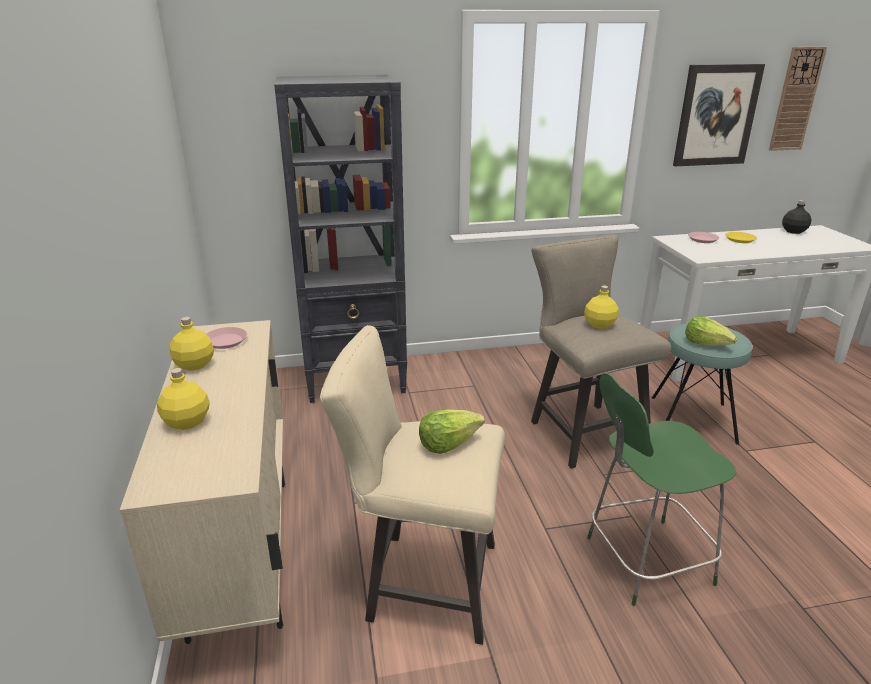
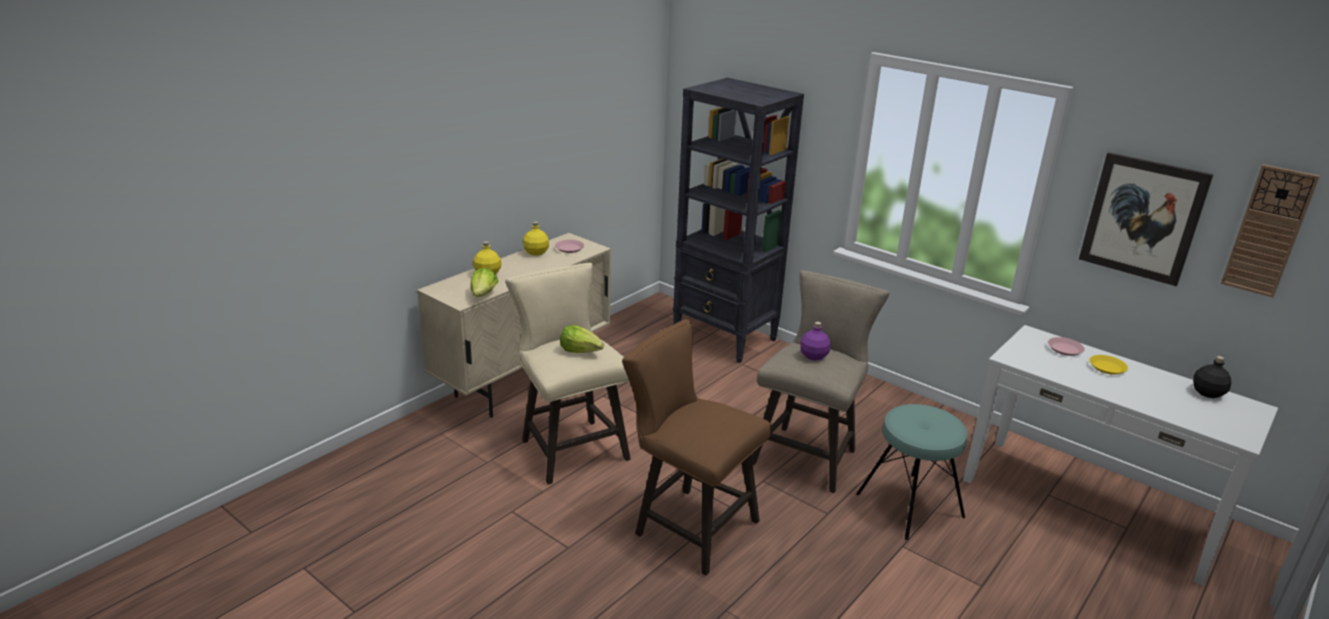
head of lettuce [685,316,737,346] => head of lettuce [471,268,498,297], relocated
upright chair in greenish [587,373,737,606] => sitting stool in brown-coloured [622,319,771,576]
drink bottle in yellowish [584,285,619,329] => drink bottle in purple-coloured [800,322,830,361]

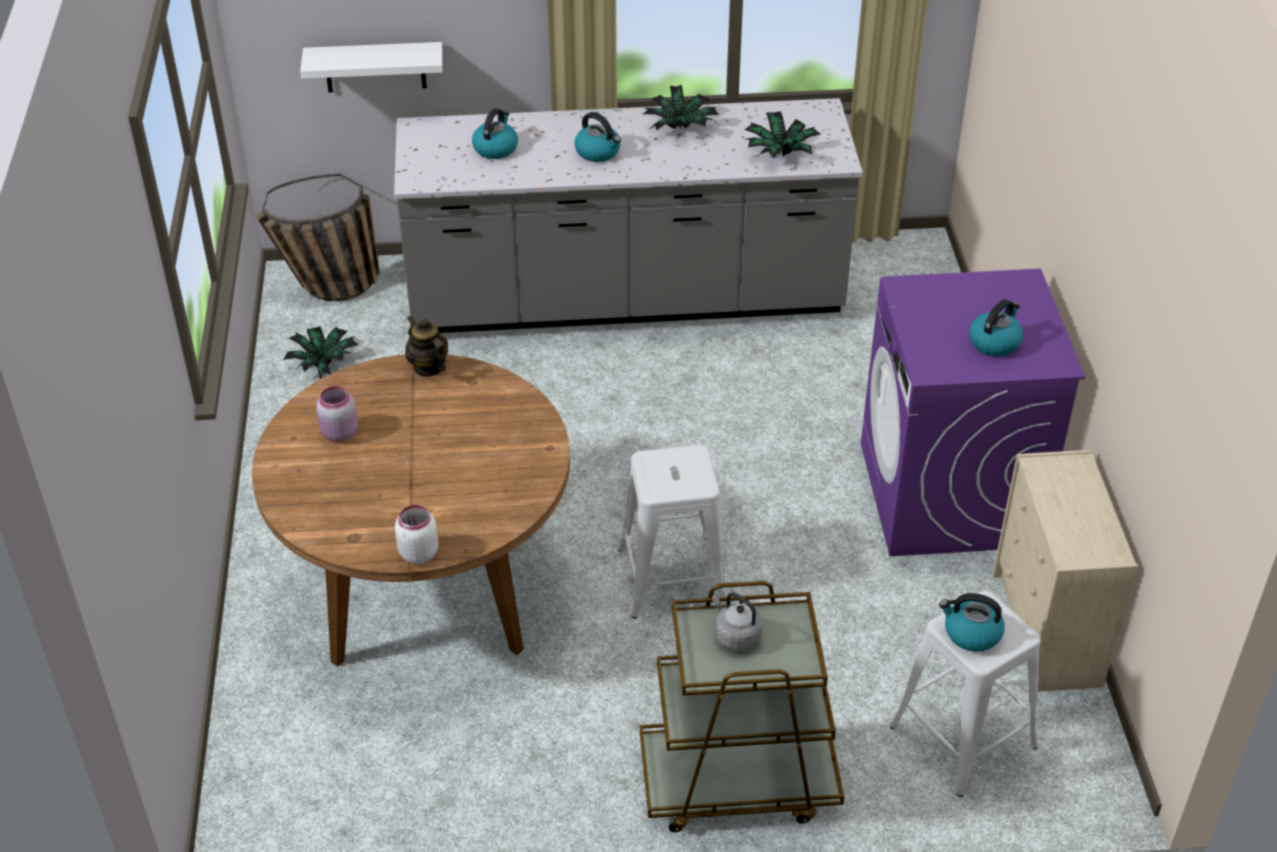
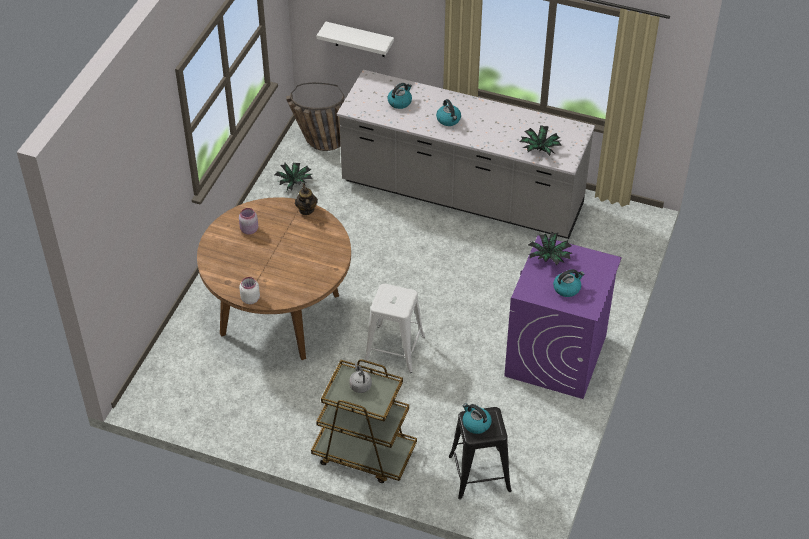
chest of drawers in beige [992,450,1138,692] => nothing
houseplant [644,85,719,130] => houseplant [528,231,572,265], relocated
sitting stool in whitish [890,591,1041,797] => sitting stool in black-coloured [449,407,512,500]

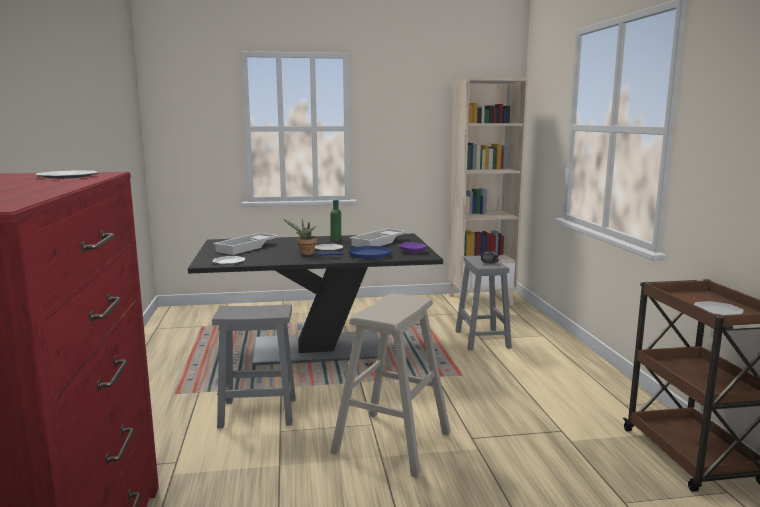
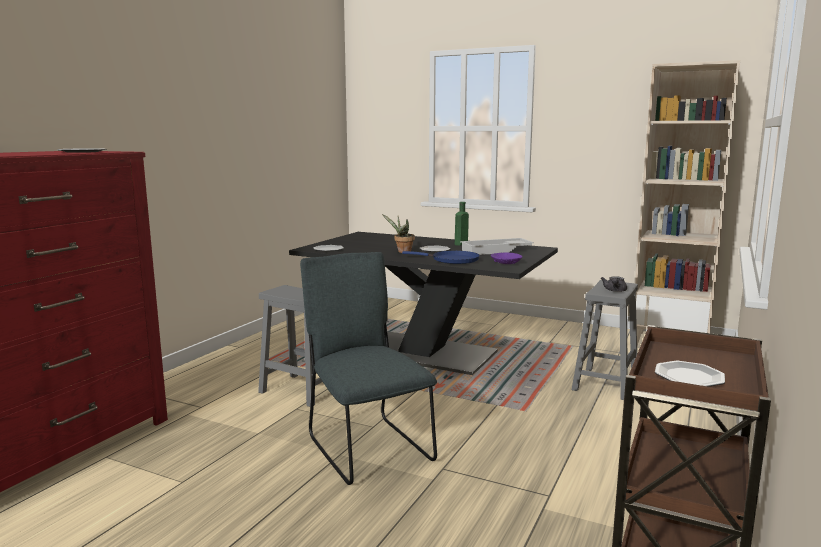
carrying tray in whitish [213,233,278,255] => nothing
sitting stool in beige [330,293,451,478] => upright chair in gray [300,252,437,485]

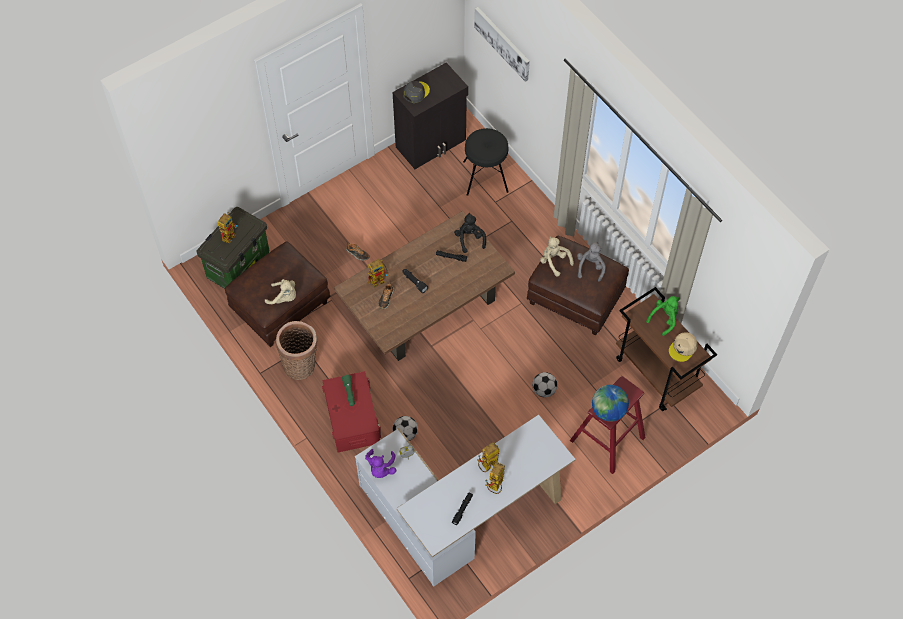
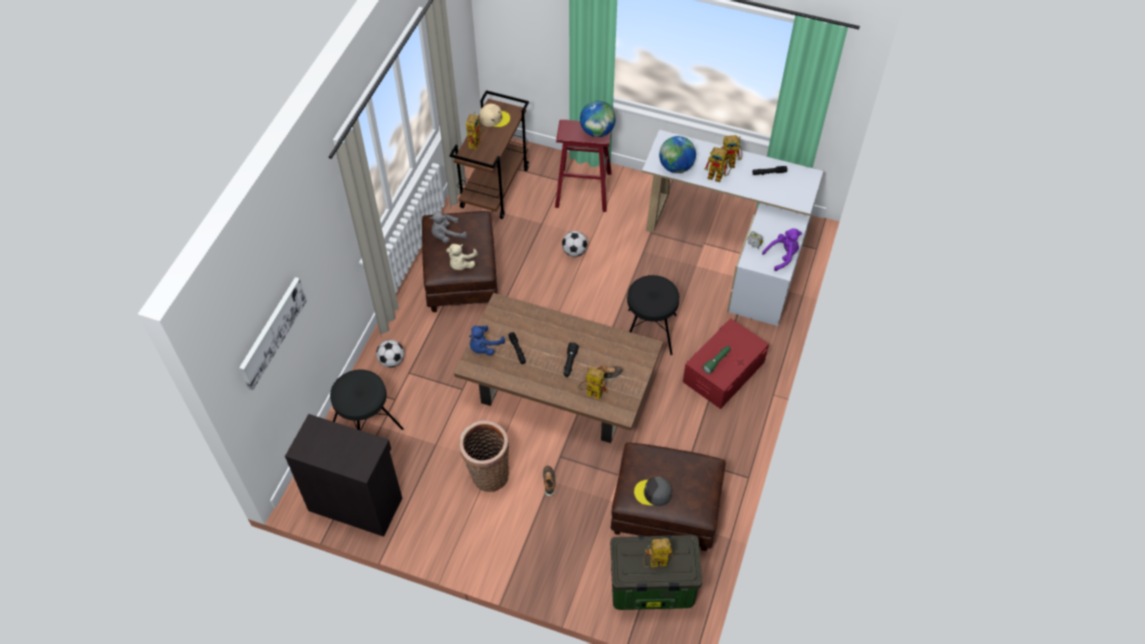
cuddly toy in beige [265,279,296,304] => nothing
nothing => sitting stool in black-coloured [627,275,679,355]
nothing => world globe [659,136,696,173]
basket [276,321,317,380] => basket [460,421,509,492], relocated
football ball [393,416,418,441] => football ball [376,340,404,367], relocated
baseball cap in gray [403,81,430,103] => baseball cap in gray [634,476,672,506], relocated
cuddly toy in greenish [646,296,680,336] => robot figure [466,112,484,150]
cuddly toy in black-coloured [454,213,486,253] => cuddly toy in bluish [469,325,505,356]

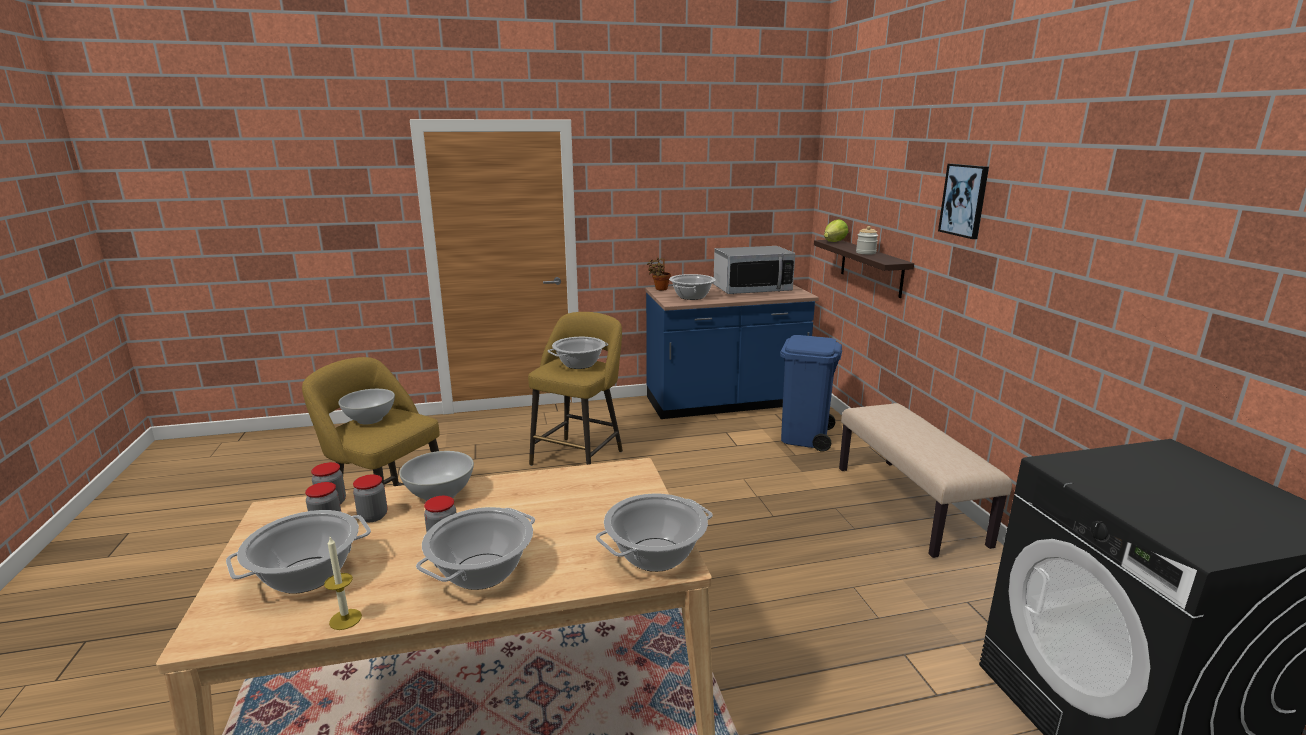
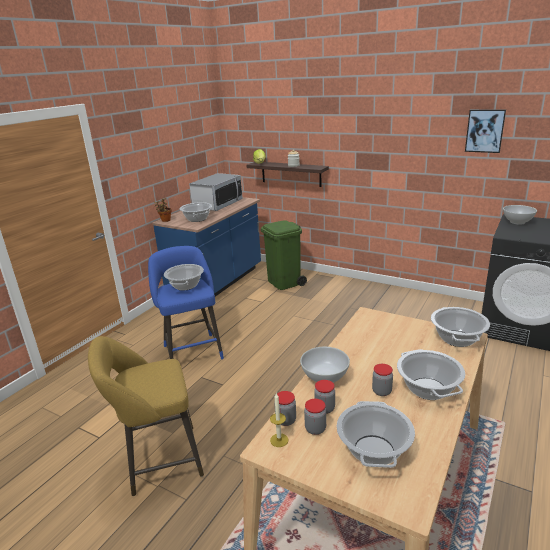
bench in beige [839,403,1012,558] => nothing
wax candle [324,537,362,630] => wax candle [270,393,288,447], relocated
bowl in whitish [338,389,395,424] => bowl in whitish [503,205,537,225], relocated
picture [938,164,989,239] => picture [465,109,506,153], relocated
sitting stool in yellowish [528,312,623,466] => sitting stool in bluish [148,246,224,360]
rubbish bin in bluish [780,335,842,452] => rubbish bin in greenish [261,220,307,290]

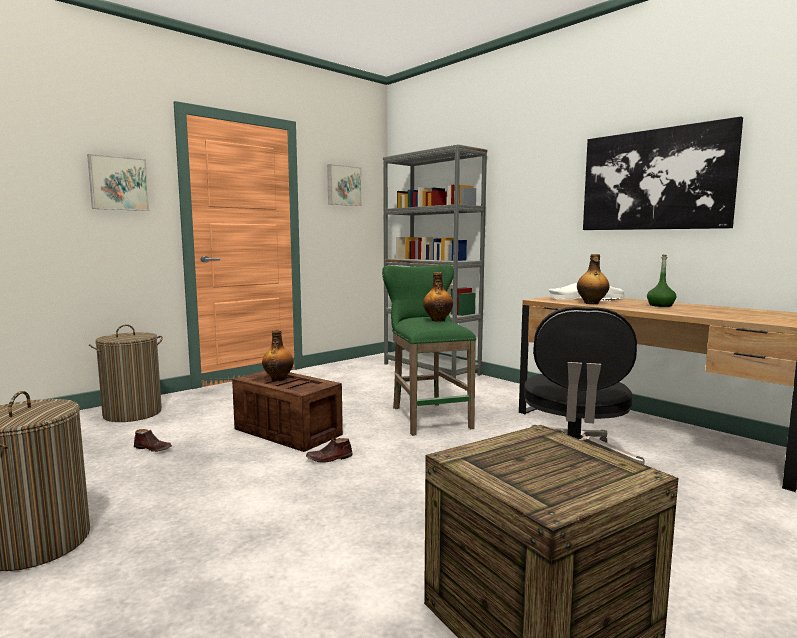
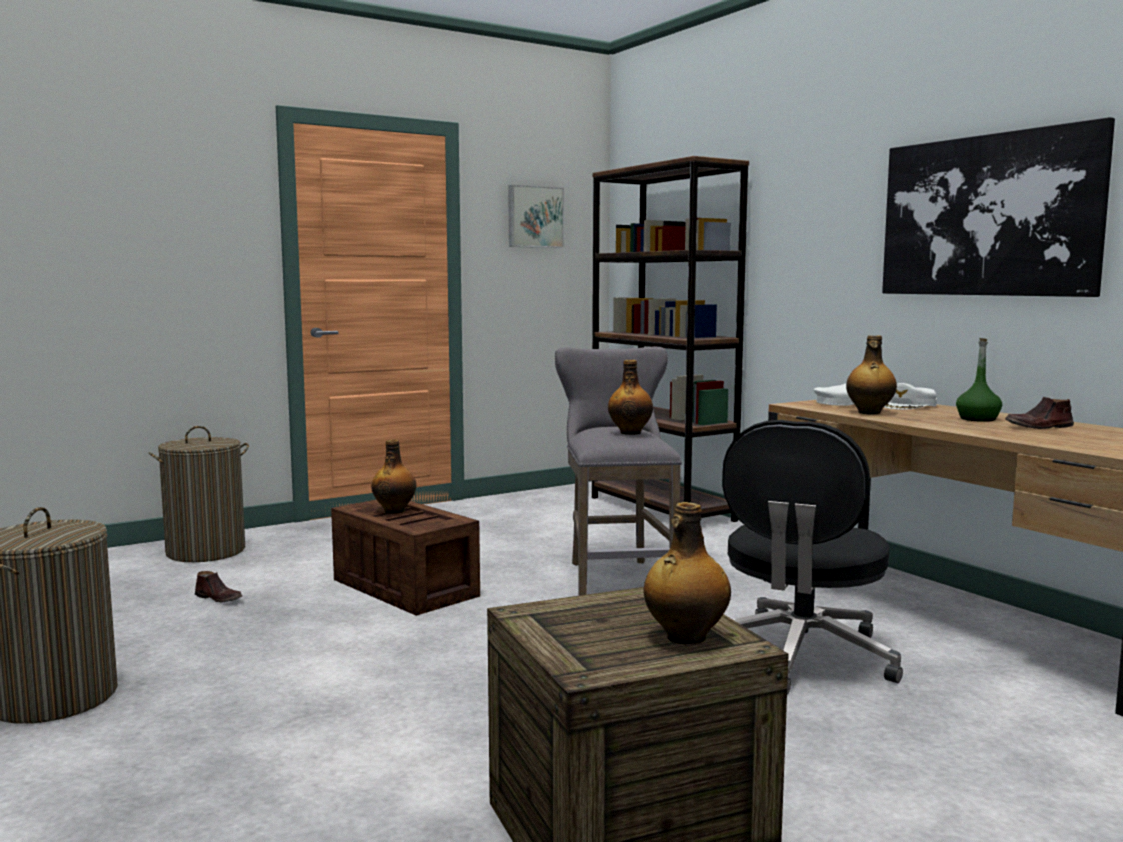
picture [87,154,150,211] => nothing
nothing => drink bottle [644,502,731,644]
item of footwear in brown-coloured [306,438,353,463] => item of footwear in brown-coloured [1005,397,1074,429], relocated
sitting stool in greenish [382,264,476,436] => sitting stool in gray [555,347,682,596]
bookcase in gray [383,144,488,378] => bookcase in brown-coloured [592,156,749,522]

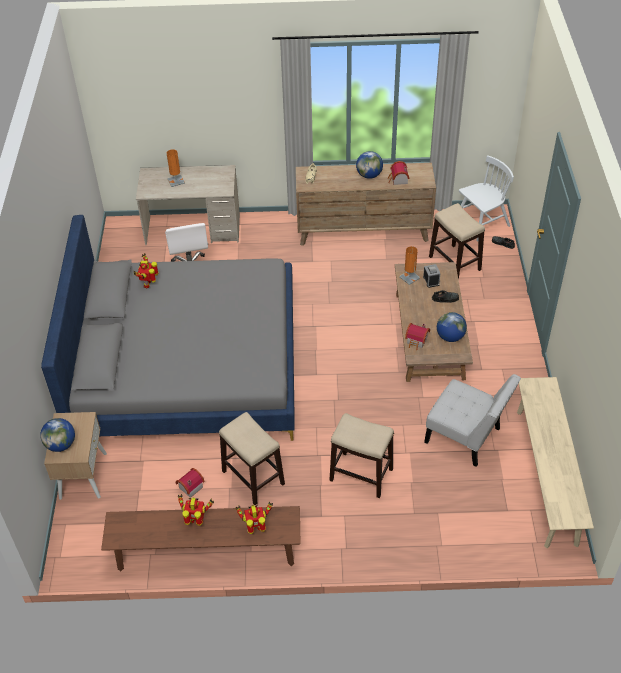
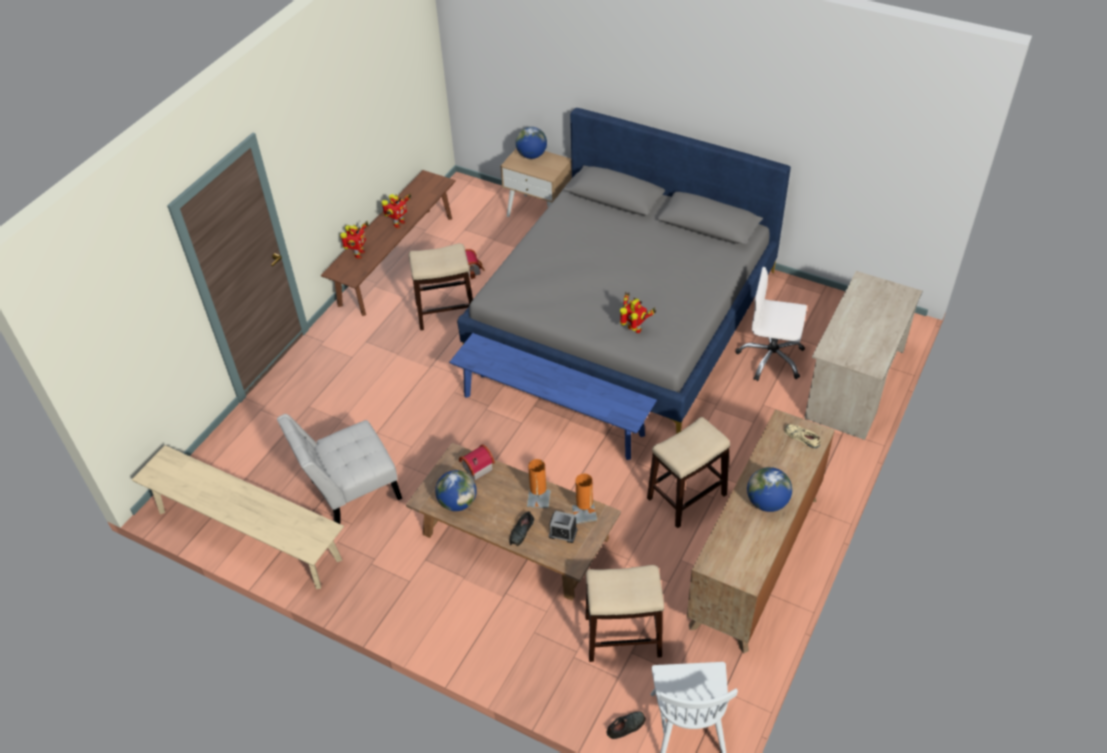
toy house [388,161,410,185] => nothing
nothing => bench in bluish [449,333,657,460]
robot figure [134,253,159,288] => robot figure [620,292,656,333], relocated
tabletop lamp in orange-coloured [167,149,185,187] => tabletop lamp in orange-coloured [527,459,551,508], relocated
sitting stool [329,413,394,498] => sitting stool [647,417,730,528], relocated

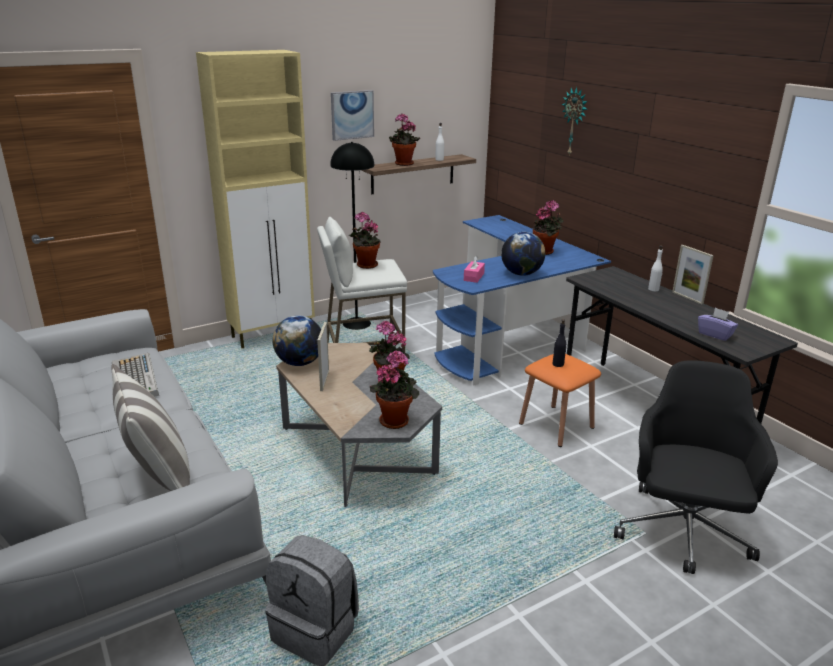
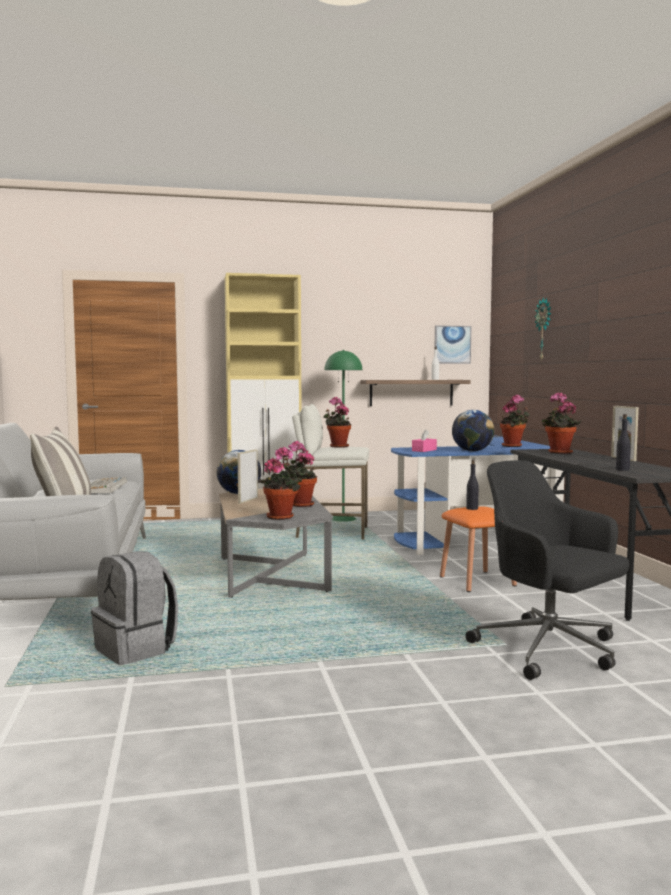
drink bottle in whitish [648,245,663,291] => nothing
picture [331,90,374,141] => picture [435,325,471,364], relocated
houseplant [389,114,420,166] => houseplant [542,392,581,454], relocated
box of tissues in purple-coloured [698,308,738,341] => drink bottle in black-coloured [616,414,631,471]
floor lamp in black-coloured [330,142,375,330] => floor lamp in greenish [324,350,362,522]
desk chair in black-coloured [614,360,778,574] => desk chair in black-coloured [466,460,629,680], 75 degrees counterclockwise

